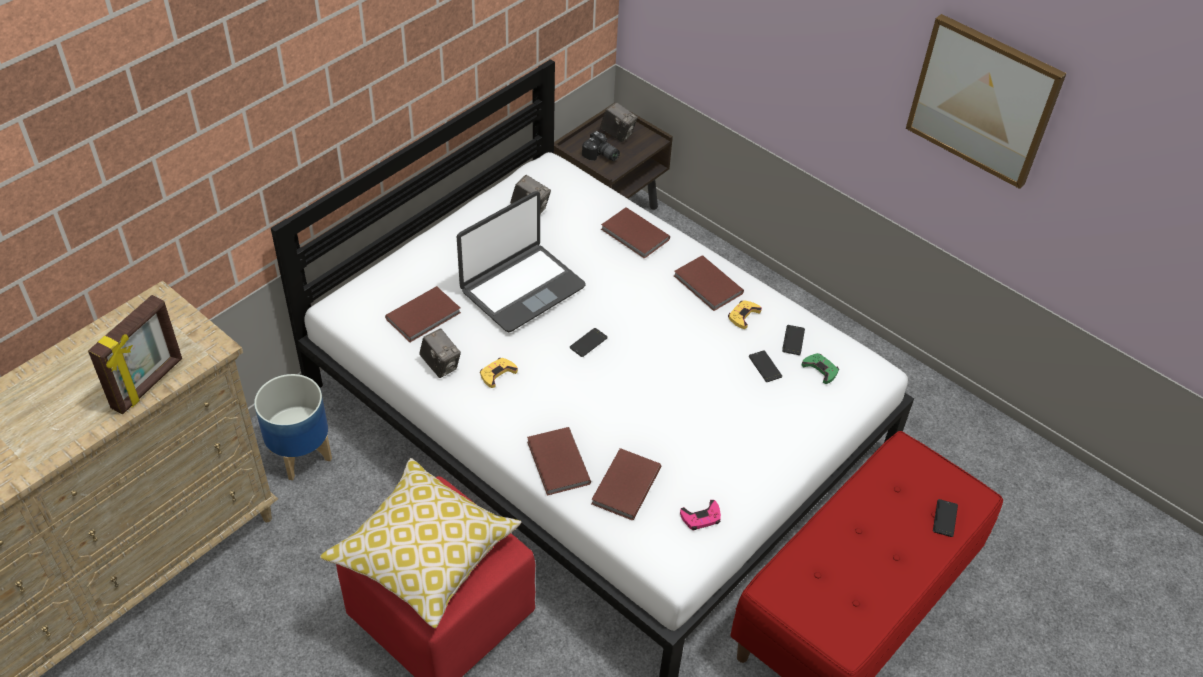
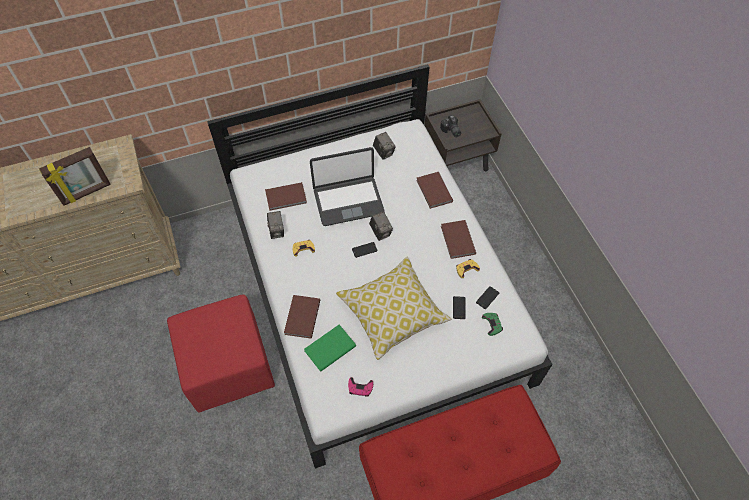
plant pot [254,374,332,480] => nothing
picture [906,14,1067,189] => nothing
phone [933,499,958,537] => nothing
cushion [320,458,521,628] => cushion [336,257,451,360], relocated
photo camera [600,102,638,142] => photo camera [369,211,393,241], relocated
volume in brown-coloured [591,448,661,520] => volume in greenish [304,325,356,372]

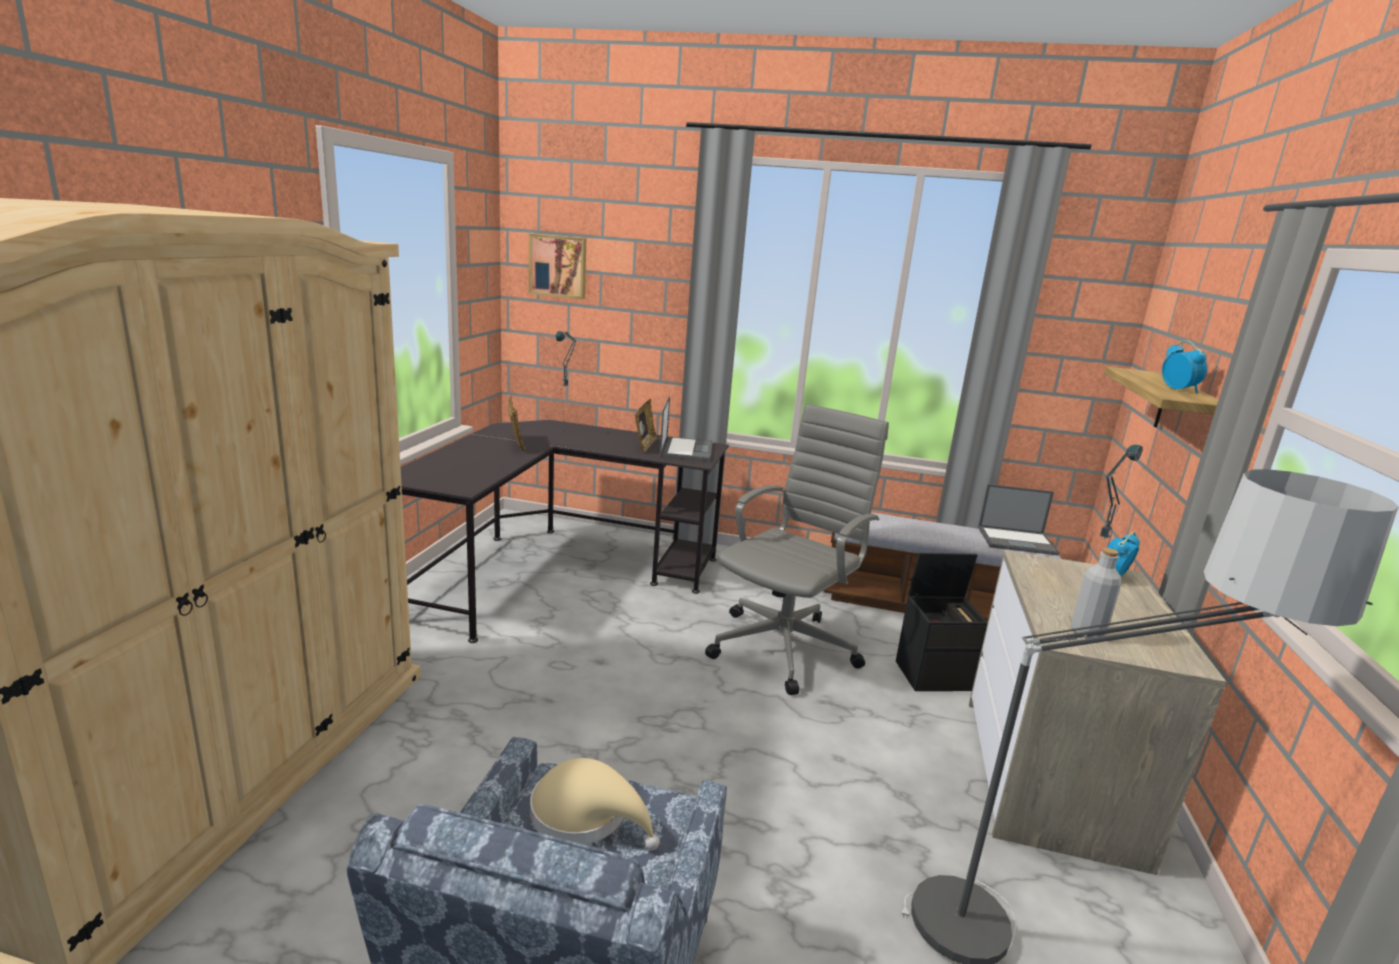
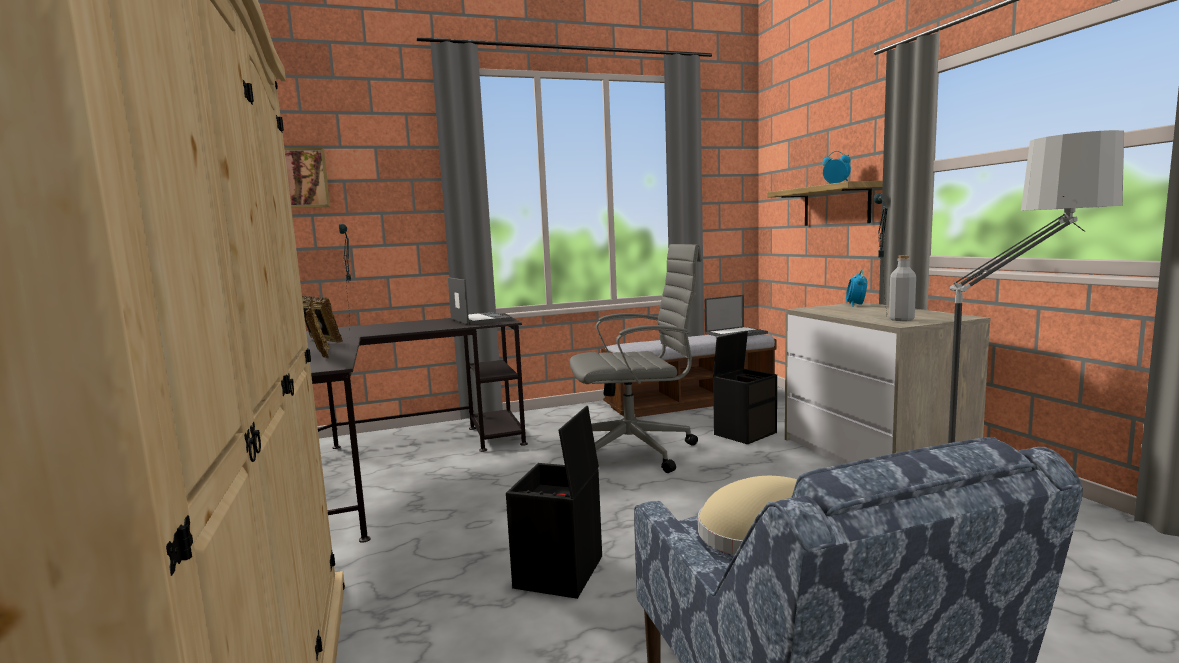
nothing => storage box in black-coloured [506,406,602,599]
standing frame [635,399,657,452] => standing frame [306,300,330,358], relocated
desk chair in gray [705,404,889,695] => desk chair in gray [569,244,702,473], 75 degrees clockwise

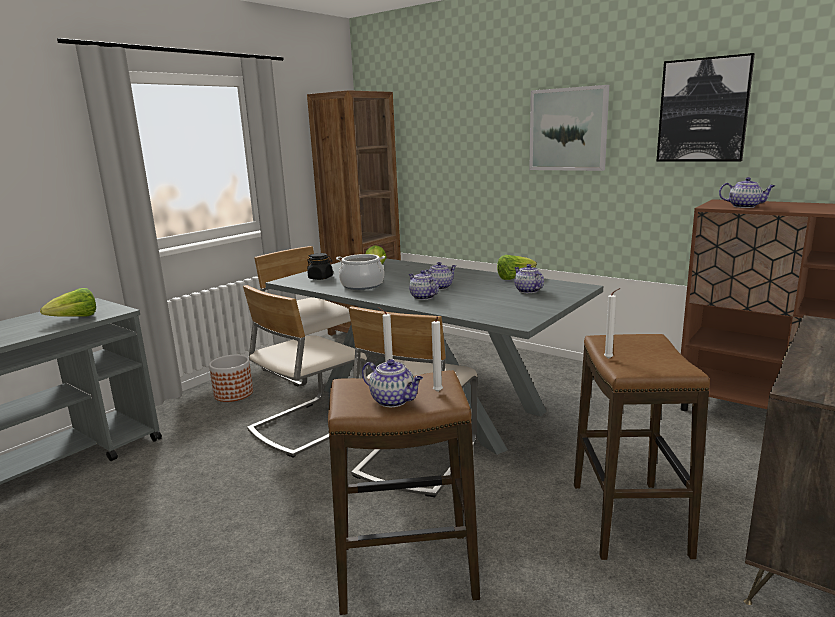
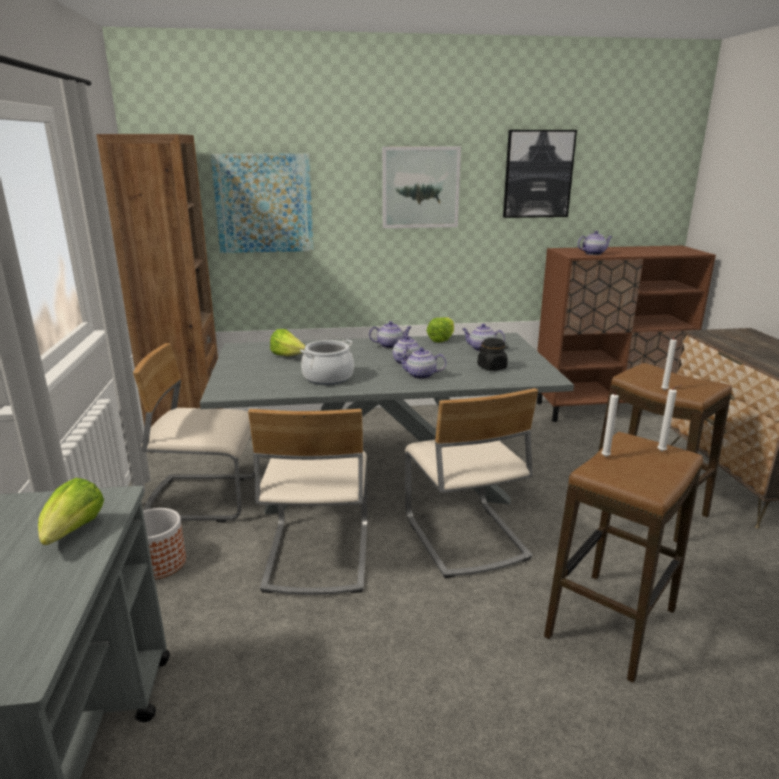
nothing => picture [210,154,314,253]
storage jar in black-coloured [307,253,333,280] => storage jar in black-coloured [477,338,508,371], relocated
pot for tea [362,359,423,407] => pot for tea [369,321,412,349], relocated

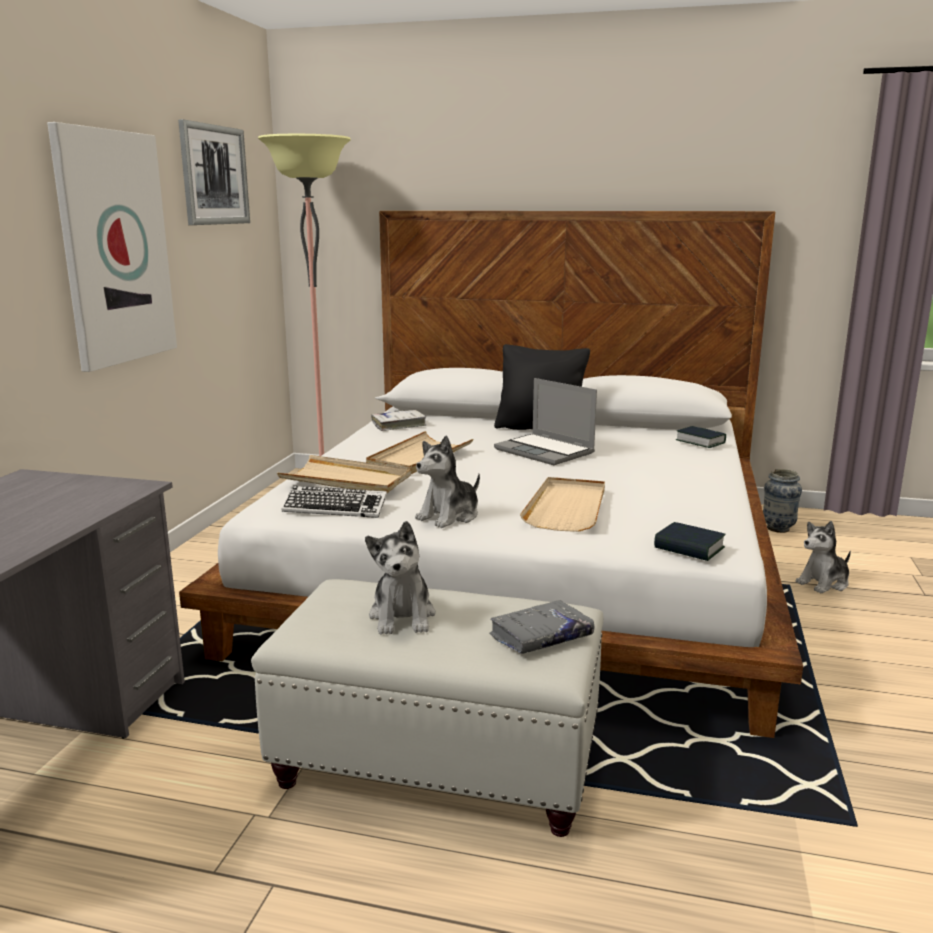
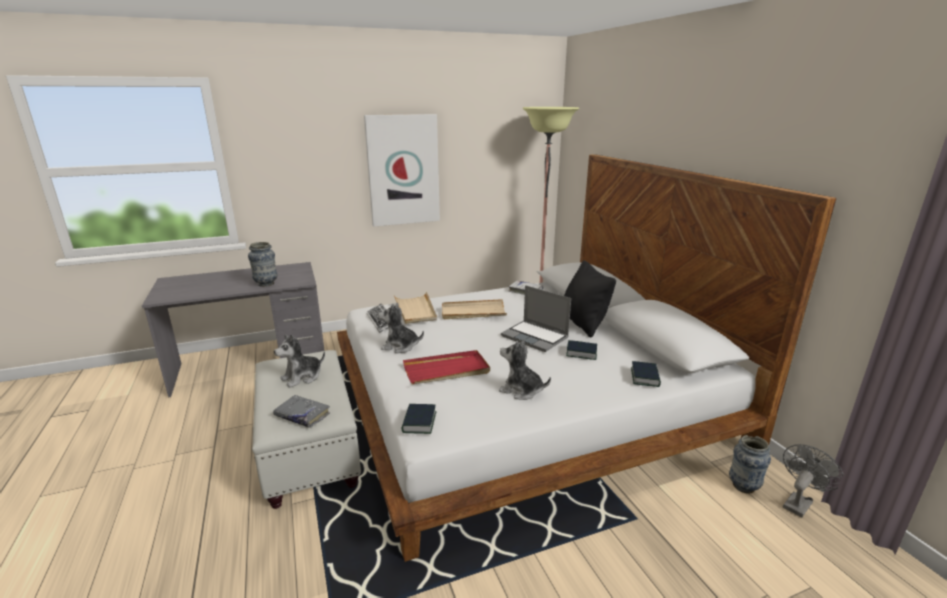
picture [178,119,250,225] => nothing
nothing => flower vase [248,242,277,287]
nothing => volume [566,340,597,360]
nothing => electric fan in gray [783,444,843,517]
cuddly toy [795,521,851,594] => cuddly toy [499,339,551,400], relocated
carrying tray in beige [520,477,605,532] => carrying tray in reddish [403,350,490,384]
notebook computer [494,378,597,465] => notebook computer [501,285,571,352], 60 degrees counterclockwise

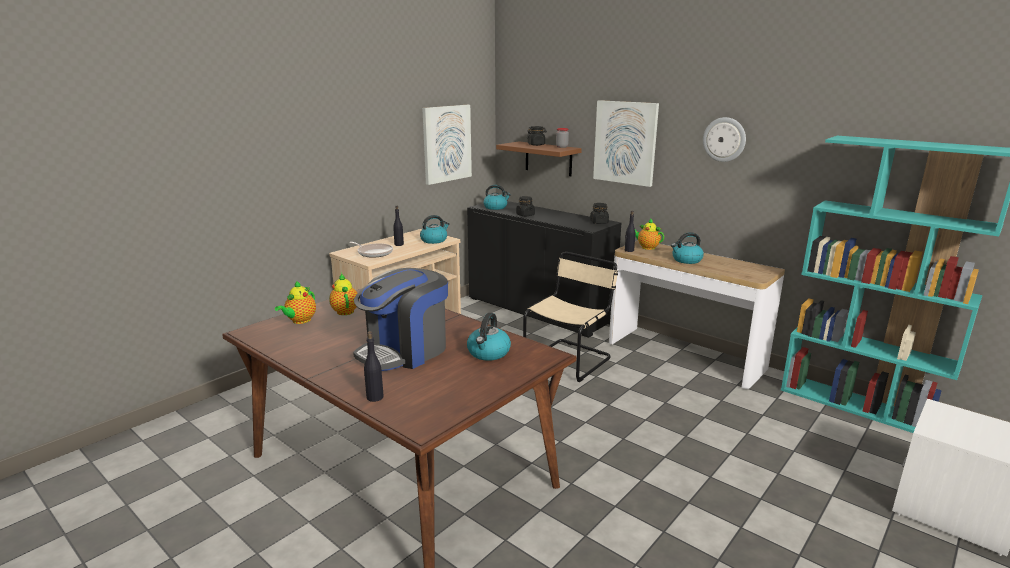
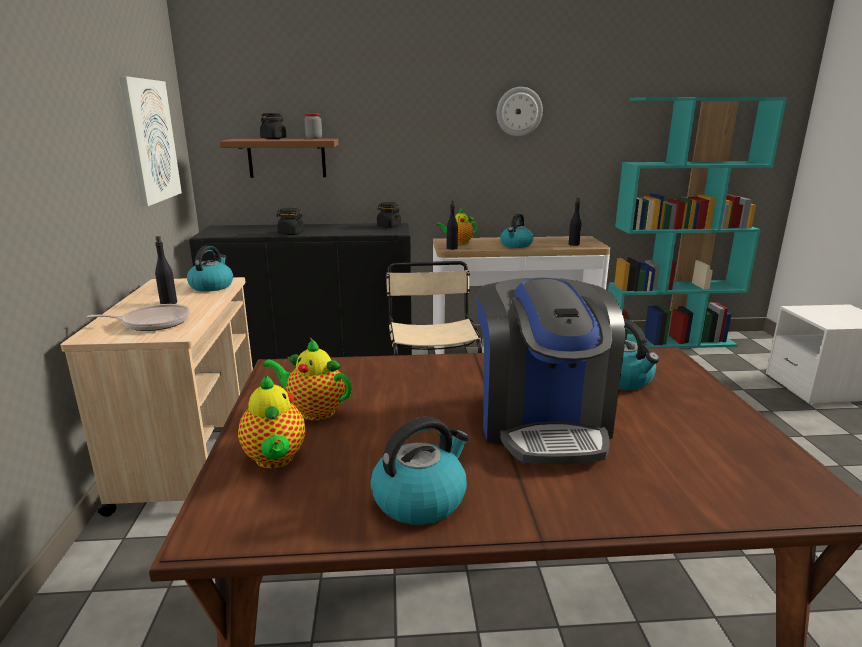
picture [593,100,659,187] => nothing
drink bottle in black-coloured [364,331,384,402] => drink bottle in black-coloured [569,197,581,246], relocated
water kettle [483,185,511,210] => water kettle [370,417,469,525], relocated

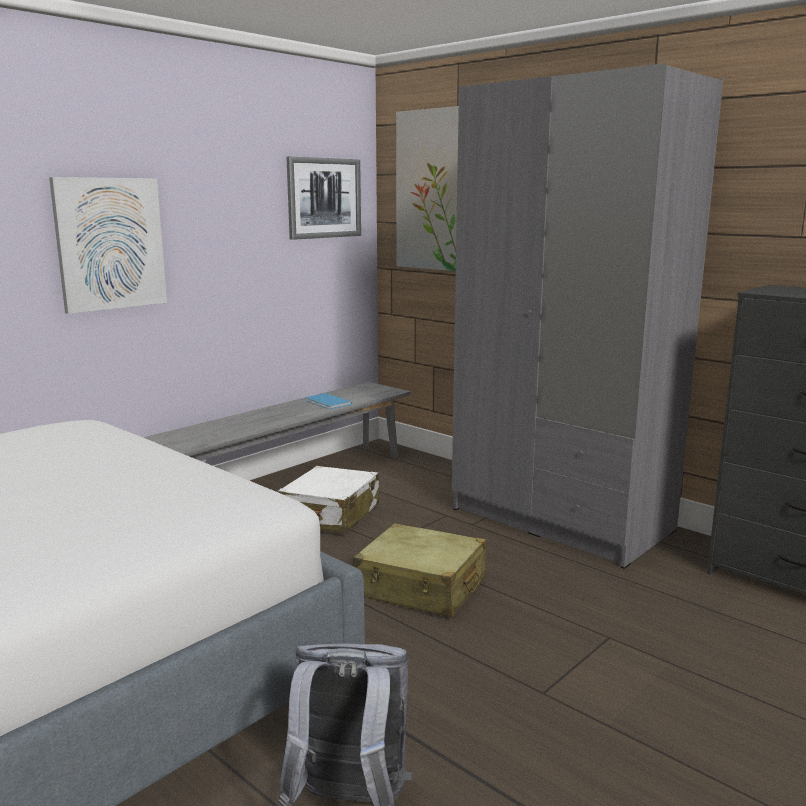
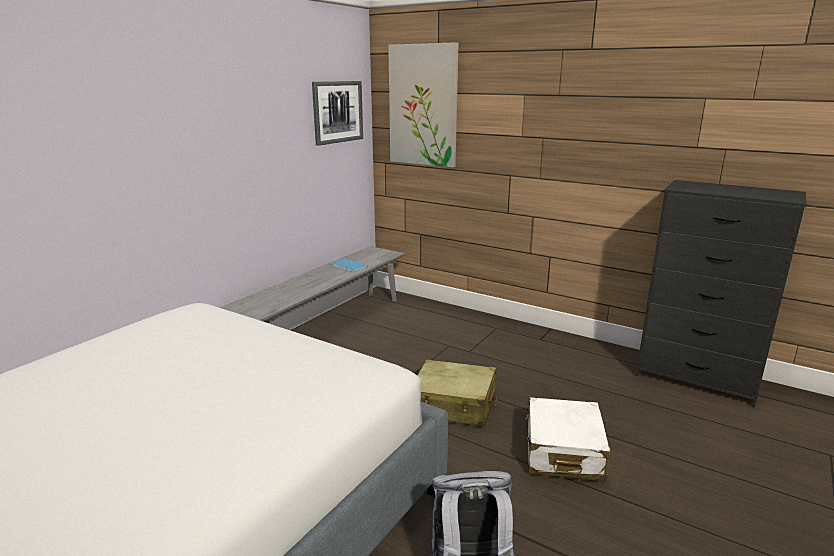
picture [49,177,167,314] => nothing
wardrobe in gray [452,63,723,569] => nothing
suitcase in whitish [277,466,379,534] => suitcase in whitish [525,397,611,482], relocated

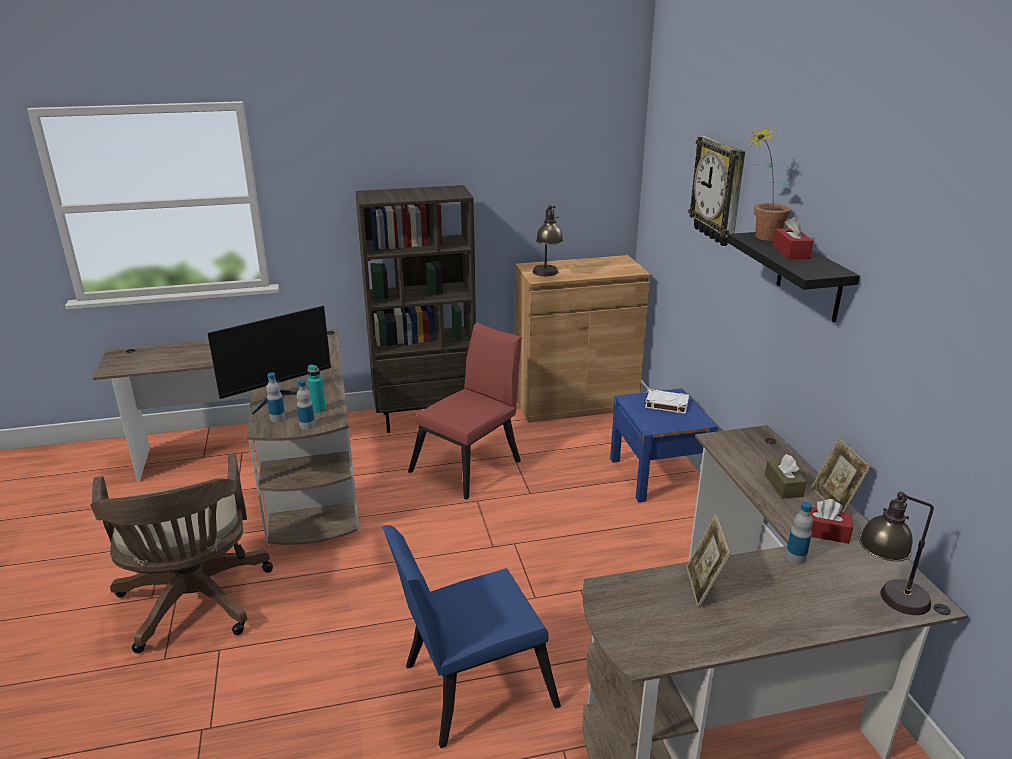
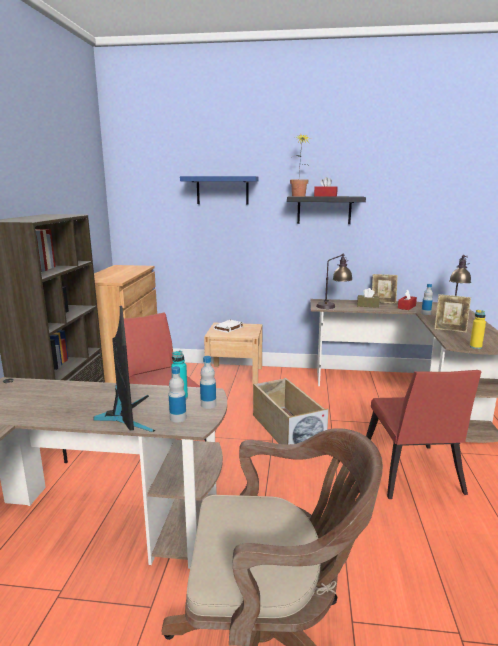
nothing => storage box in beige [253,378,329,444]
nothing => drink bottle in yellowish [470,310,486,349]
tabletop lamp [533,205,563,276] => tabletop lamp [316,254,353,309], relocated
clock on the wall [688,136,745,246] => wall shelf in bluish [180,176,259,205]
upright chair in bluish [382,525,561,748] => upright chair in reddish [366,370,482,499]
night table in bluish [610,388,718,502] => night table in beige [204,323,263,386]

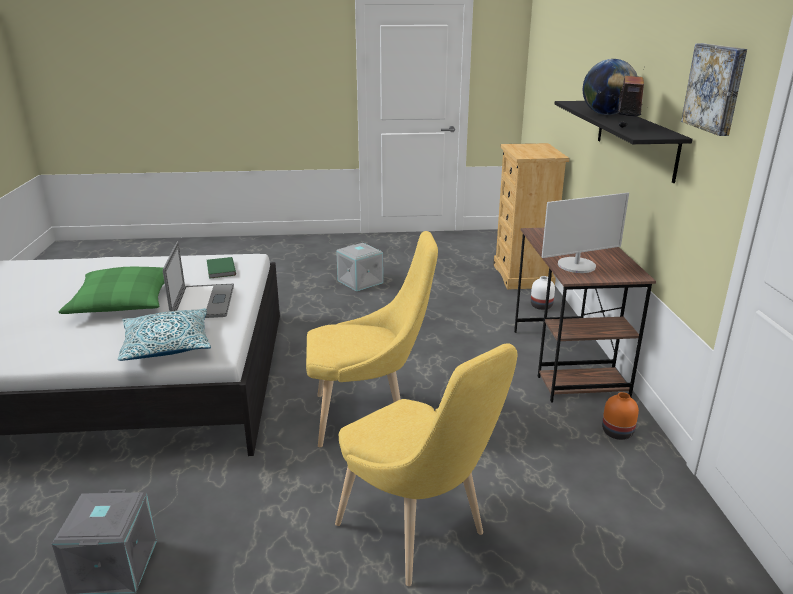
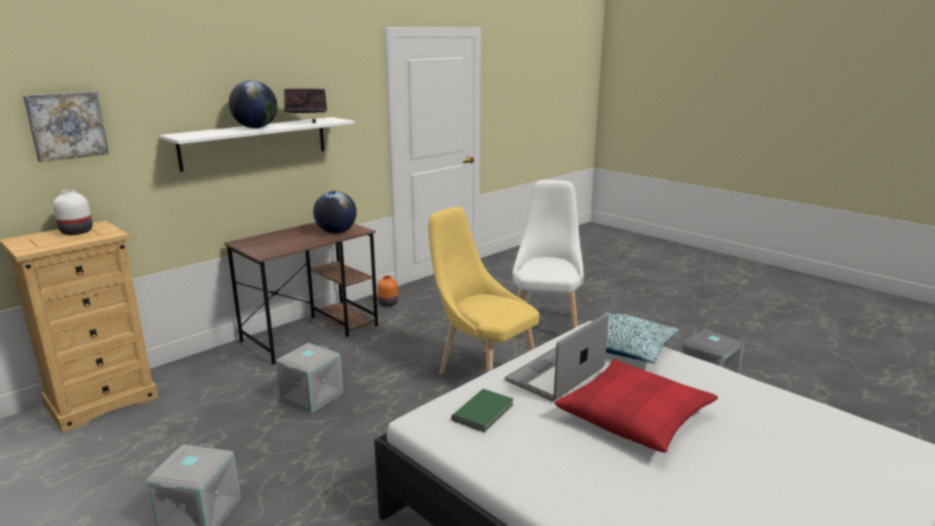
nothing => storage box in gray [276,343,343,413]
flower vase in whitish [531,276,555,310] => flower vase in whitish [53,189,93,235], relocated
picture [681,43,747,136] => picture [23,91,109,162], relocated
monitor [541,193,629,273] => world globe [313,191,357,234]
cushion in greenish [59,267,164,314] => cushion in reddish [555,359,718,453]
upright chair in yellowish [335,343,517,586] => upright chair in whitish [512,180,584,329]
wall shelf in black-coloured [554,101,693,183] => wall shelf in whitish [159,117,355,172]

